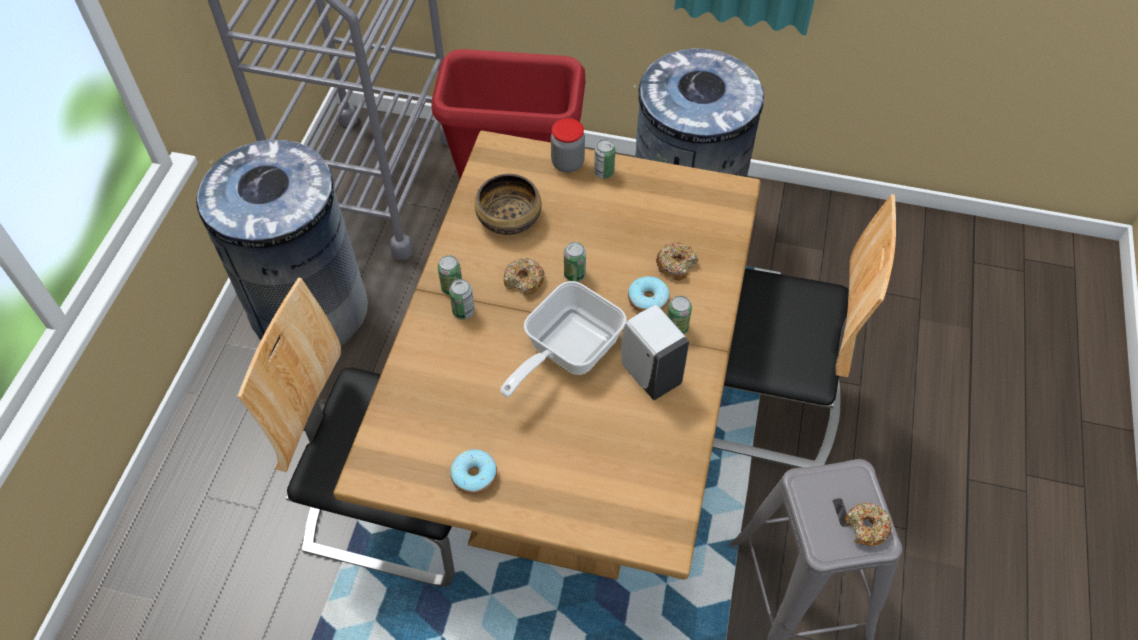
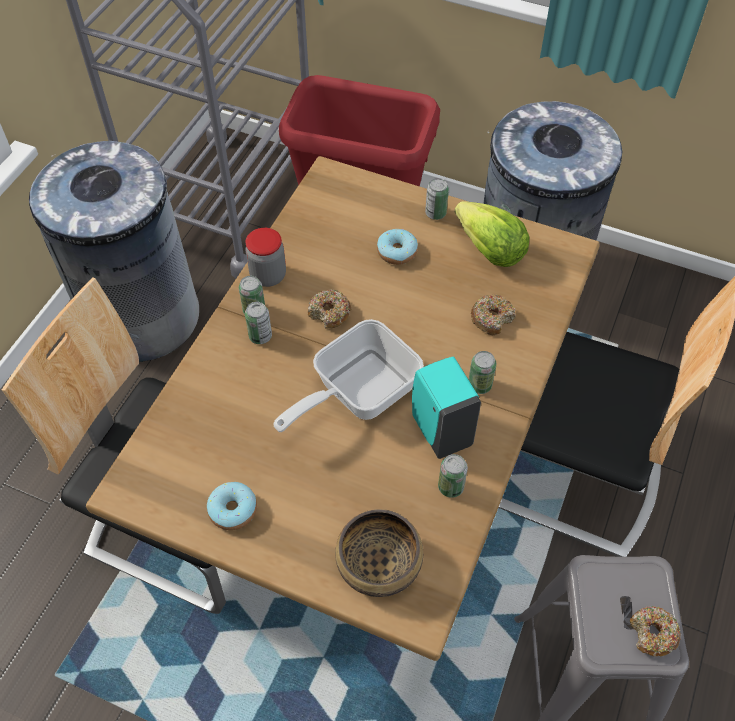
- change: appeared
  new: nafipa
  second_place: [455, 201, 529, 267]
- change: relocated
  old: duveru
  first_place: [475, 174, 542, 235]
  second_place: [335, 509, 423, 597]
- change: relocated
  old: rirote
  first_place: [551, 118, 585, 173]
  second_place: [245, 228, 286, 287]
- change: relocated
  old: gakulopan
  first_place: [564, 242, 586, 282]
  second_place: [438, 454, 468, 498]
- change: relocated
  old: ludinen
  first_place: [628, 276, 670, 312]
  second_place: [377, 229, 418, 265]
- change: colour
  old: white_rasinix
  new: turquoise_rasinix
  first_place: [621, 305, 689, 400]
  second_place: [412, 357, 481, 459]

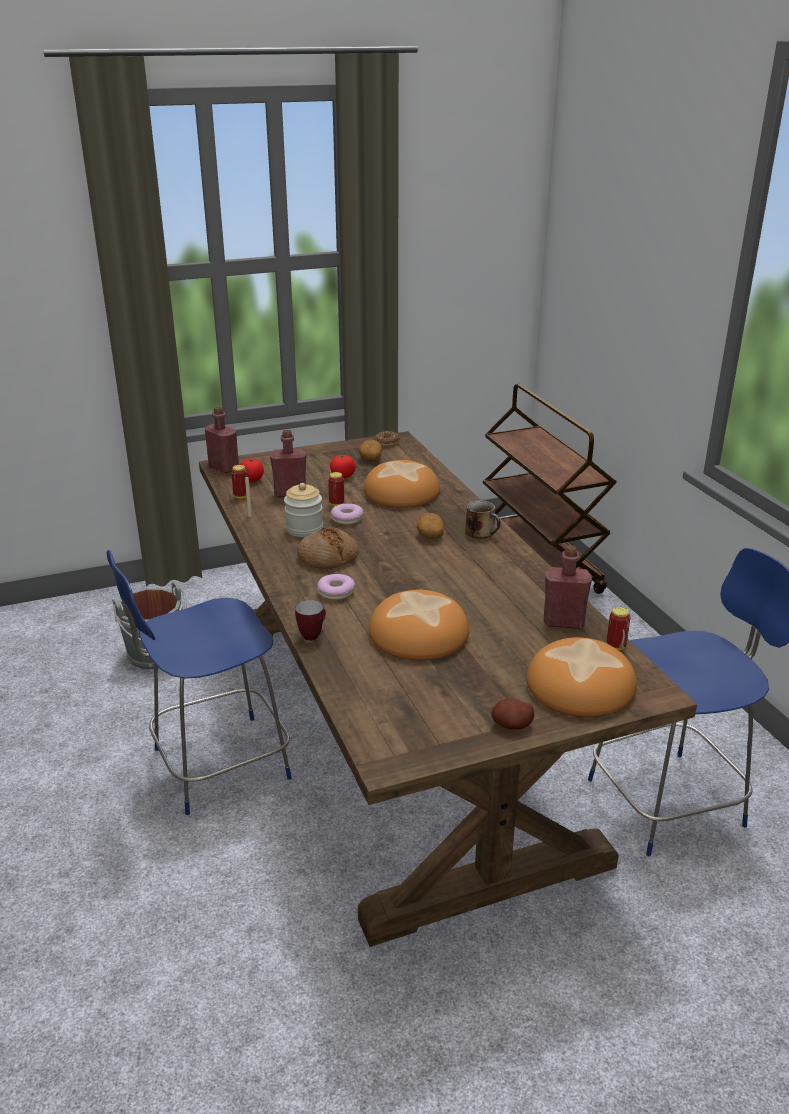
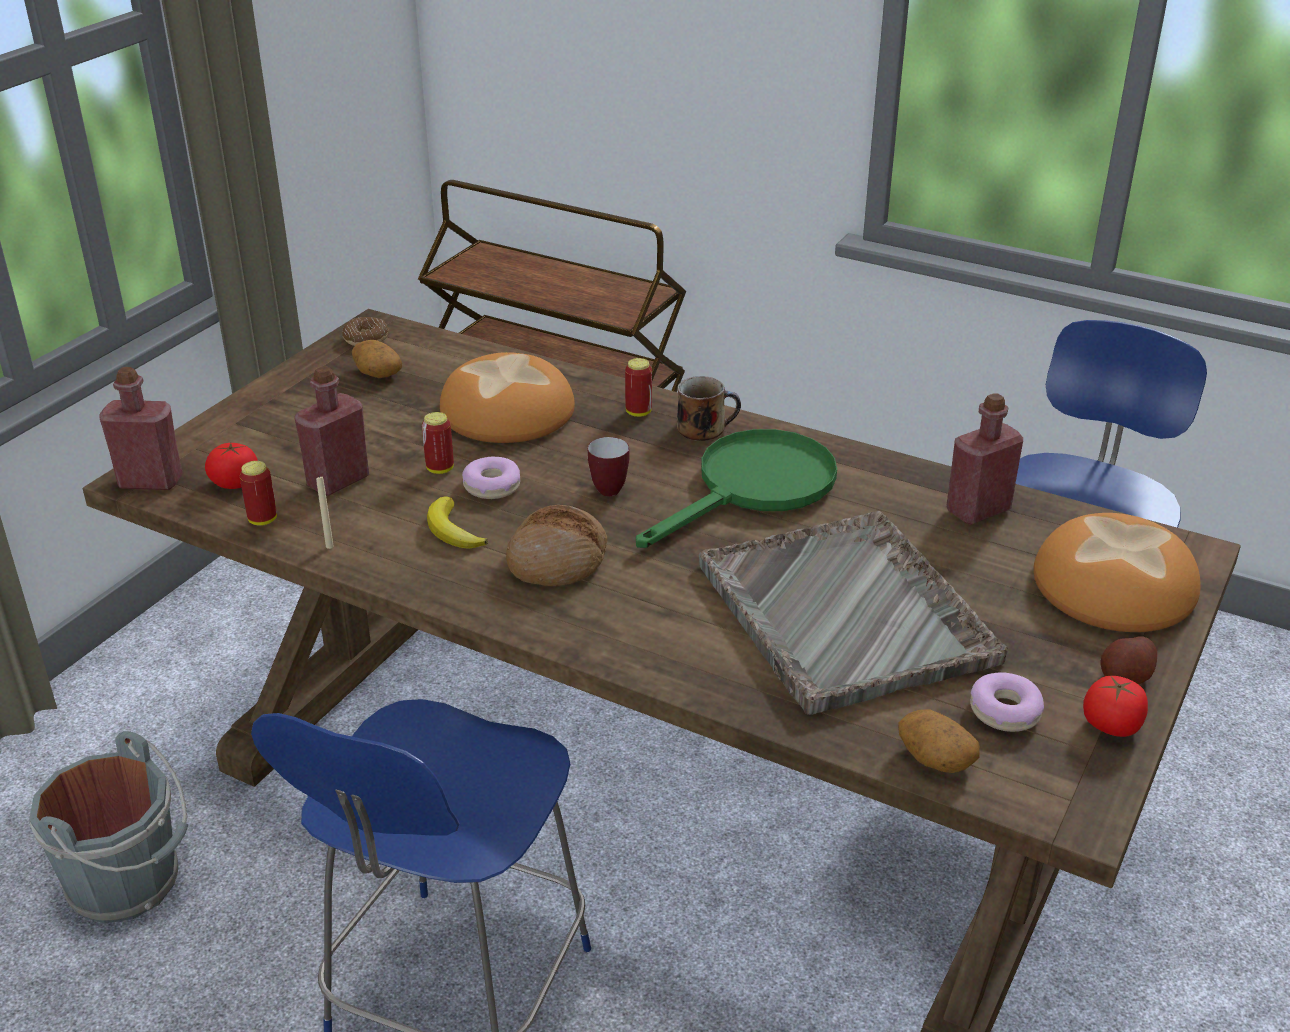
- change: appeared
  new: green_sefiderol
  second_place: [636, 429, 837, 548]
- change: relocated
  old: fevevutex
  first_place: [295, 600, 326, 641]
  second_place: [588, 437, 630, 496]
- change: relocated
  old: ludinen
  first_place: [317, 574, 355, 600]
  second_place: [970, 672, 1044, 732]
- change: relocated
  old: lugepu
  first_place: [330, 454, 356, 478]
  second_place: [1083, 676, 1148, 737]
- change: relocated
  old: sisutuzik
  first_place: [417, 513, 444, 539]
  second_place: [898, 709, 980, 773]
- change: relocated
  old: gakulopan
  first_place: [607, 607, 631, 650]
  second_place: [625, 358, 652, 417]
- change: exchanged
  old: rirote
  new: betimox
  first_place: [284, 483, 323, 537]
  second_place: [427, 496, 488, 549]
- change: exchanged
  old: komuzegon
  new: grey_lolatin
  first_place: [369, 589, 469, 660]
  second_place: [699, 511, 1008, 715]

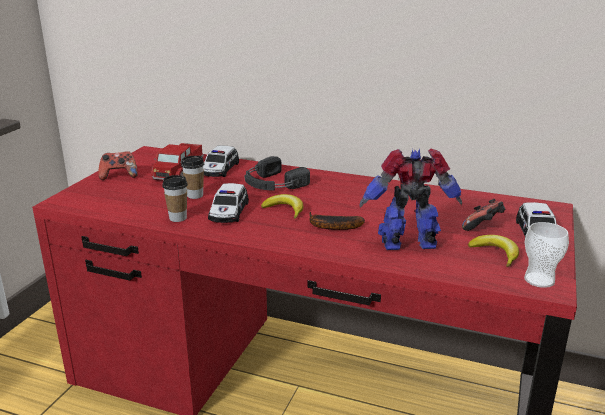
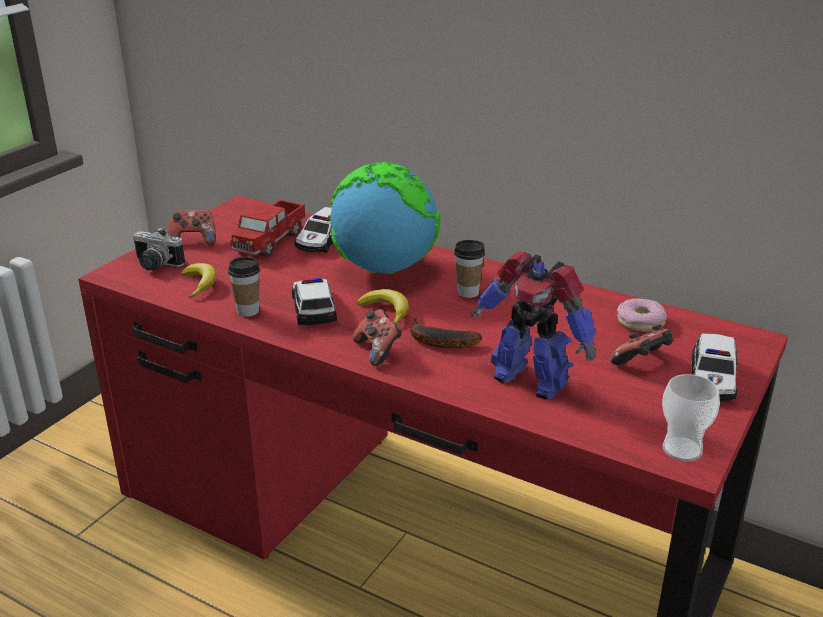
- change: appeared
  new: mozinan
  second_place: [133, 227, 185, 271]
- change: appeared
  new: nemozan
  second_place: [353, 309, 402, 366]
- change: appeared
  new: ludinen
  second_place: [617, 298, 667, 332]
- change: relocated
  old: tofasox
  first_place: [181, 156, 204, 199]
  second_place: [454, 240, 485, 298]
- change: relocated
  old: betimox
  first_place: [468, 235, 519, 267]
  second_place: [181, 263, 217, 298]
- change: exchanged
  old: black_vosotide
  new: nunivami
  first_place: [245, 156, 310, 191]
  second_place: [328, 162, 440, 274]
- change: spun
  old: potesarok
  first_place: [208, 183, 249, 223]
  second_place: [292, 278, 337, 325]
  degrees: 150
- change: spun
  old: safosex
  first_place: [359, 149, 462, 250]
  second_place: [470, 252, 596, 400]
  degrees: -150

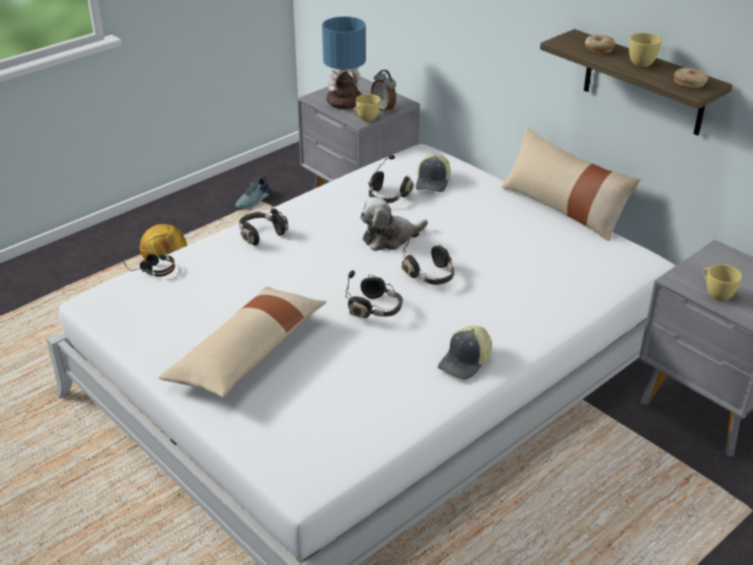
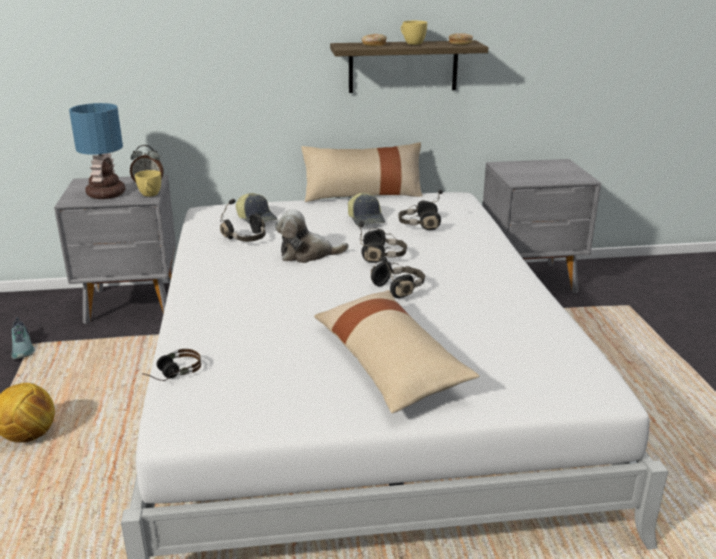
- change: missing
  old: yellow_tofasox
  first_place: [703, 264, 742, 301]
- change: relocated
  old: black_vosotide
  first_place: [239, 208, 288, 245]
  second_place: [398, 190, 443, 230]
- change: relocated
  old: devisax
  first_place: [438, 326, 492, 379]
  second_place: [348, 193, 385, 226]
- change: spun
  old: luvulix
  first_place: [360, 197, 428, 251]
  second_place: [275, 209, 349, 263]
  degrees: 75

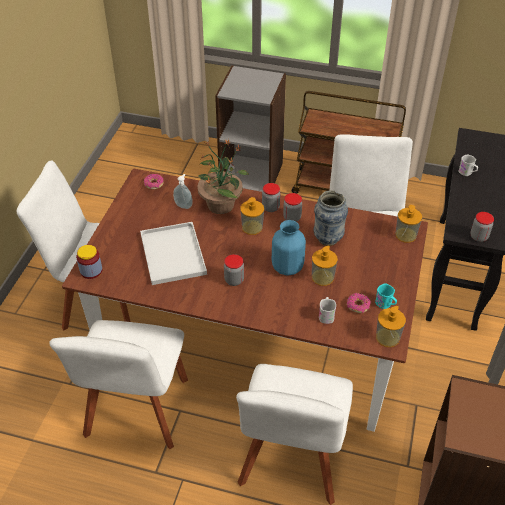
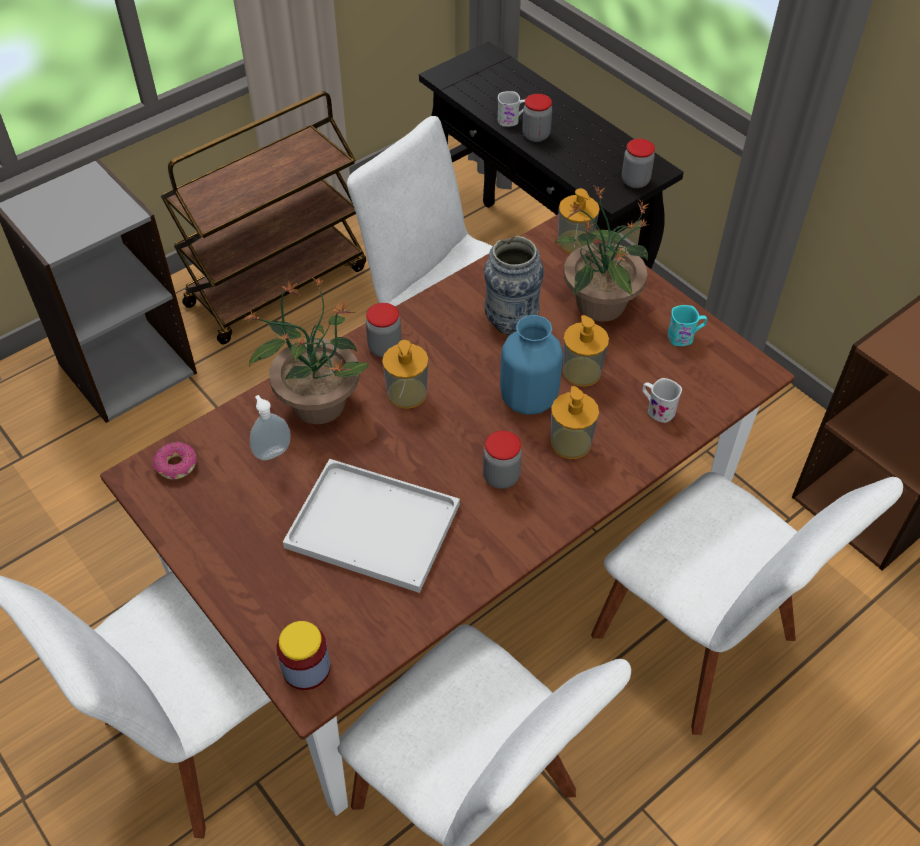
- change: missing
  old: ludinen
  first_place: [347, 293, 371, 313]
- change: appeared
  new: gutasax
  second_place: [554, 186, 650, 321]
- change: relocated
  old: rirote
  first_place: [283, 193, 302, 222]
  second_place: [522, 94, 552, 142]
- change: relocated
  old: rasinix
  first_place: [376, 306, 406, 347]
  second_place: [551, 386, 599, 459]

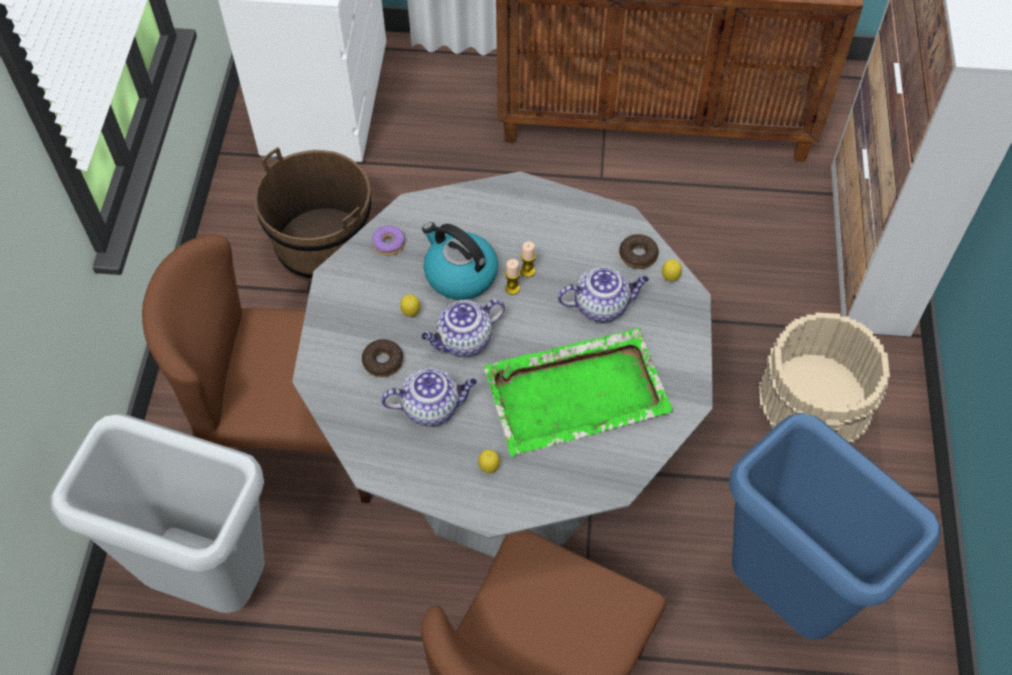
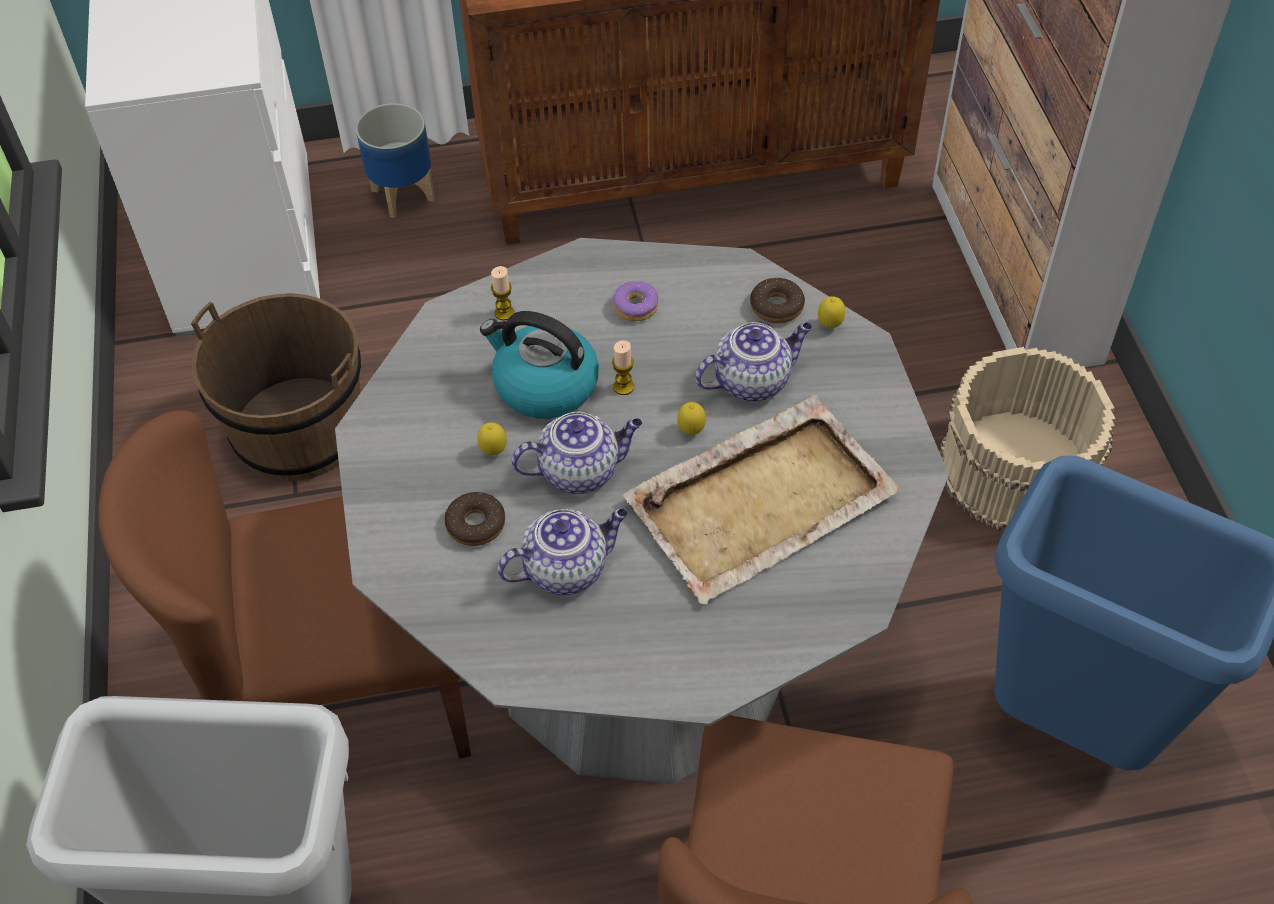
- change: appeared
  new: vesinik
  second_place: [356, 103, 435, 218]
- change: relocated
  old: ludinen
  first_place: [372, 226, 405, 256]
  second_place: [613, 281, 658, 321]
- change: relocated
  old: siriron
  first_place: [478, 450, 500, 473]
  second_place: [677, 402, 706, 435]
- change: relocated
  old: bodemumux
  first_place: [521, 241, 536, 278]
  second_place: [491, 266, 514, 321]
- change: colour
  old: green_lolatin
  new: beige_lolatin
  first_place: [484, 328, 673, 457]
  second_place: [623, 395, 901, 605]
- change: spun
  old: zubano
  first_place: [421, 299, 505, 357]
  second_place: [512, 412, 642, 494]
  degrees: -150

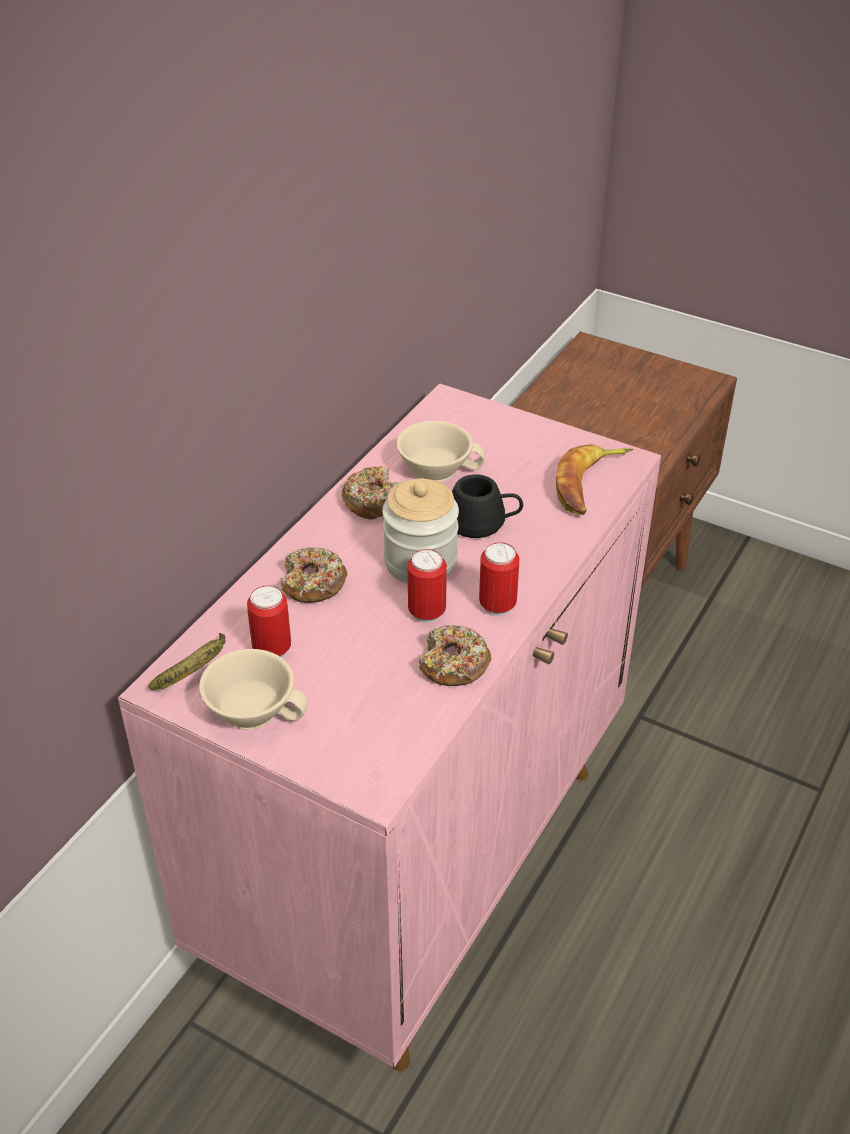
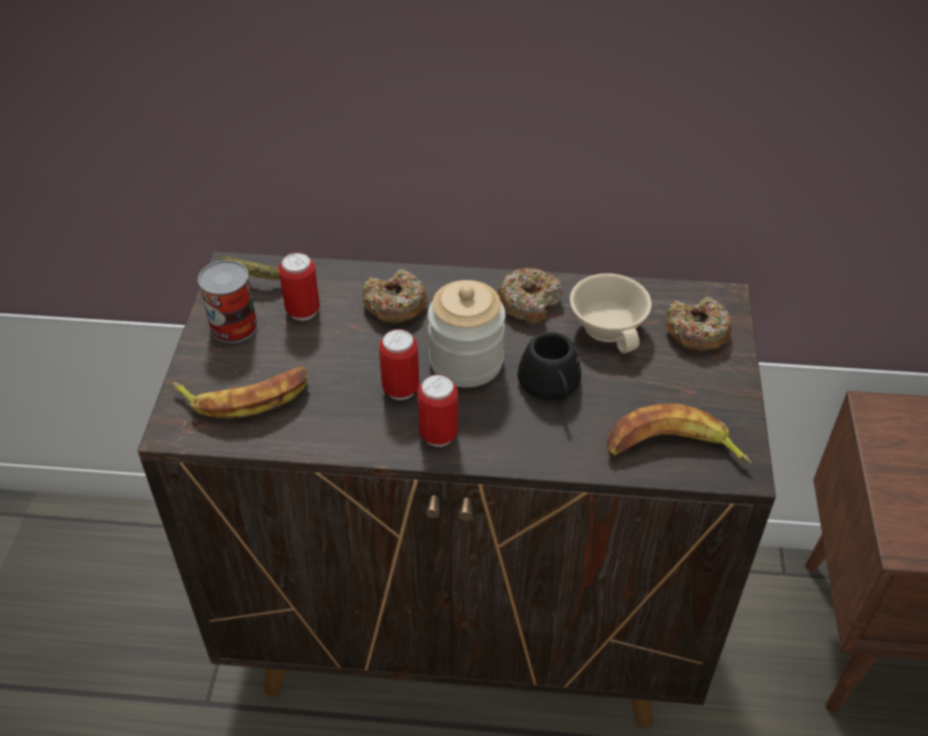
- change: appeared
  new: betimox
  second_place: [172, 366, 308, 419]
- change: relocated
  old: ludinen
  first_place: [419, 625, 492, 686]
  second_place: [665, 297, 732, 351]
- change: exchanged
  old: beige_tofasox
  new: gakulopan
  first_place: [199, 649, 308, 730]
  second_place: [198, 260, 258, 343]
- change: colour
  old: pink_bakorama
  new: brown_bakorama
  first_place: [118, 384, 661, 1071]
  second_place: [138, 252, 776, 728]

